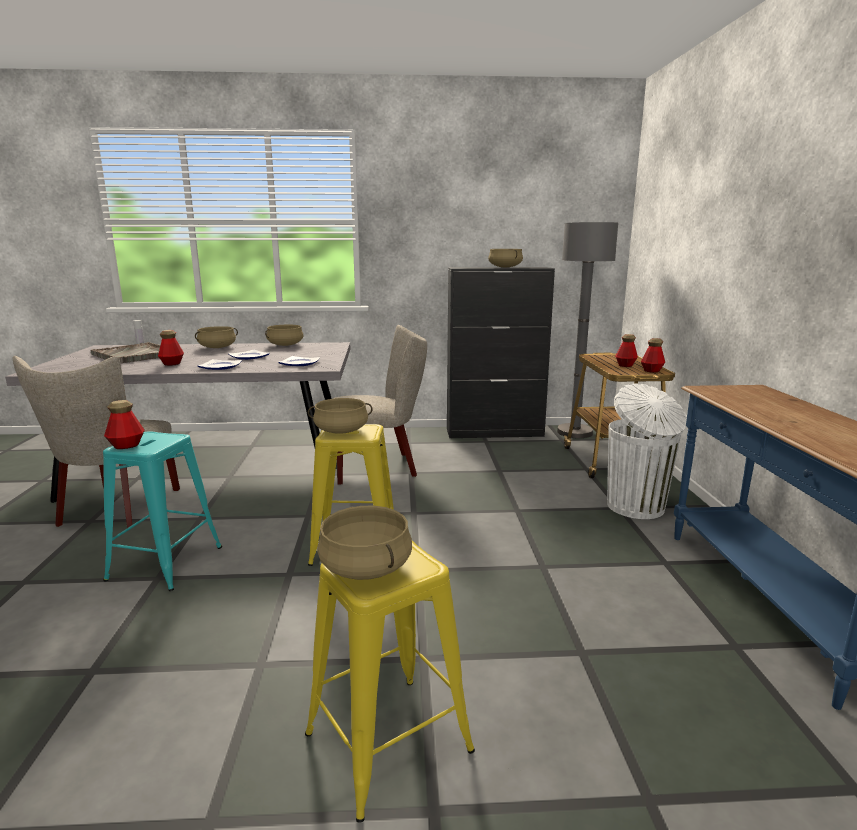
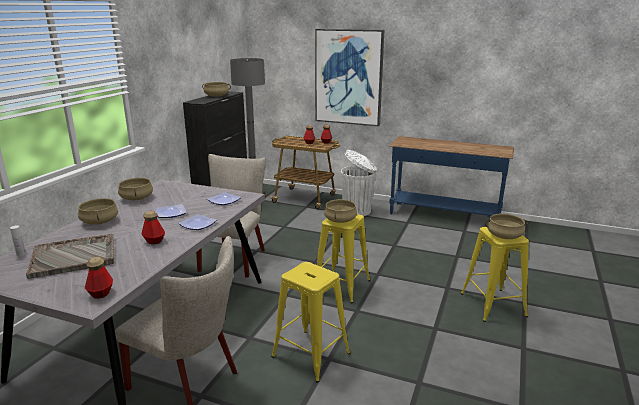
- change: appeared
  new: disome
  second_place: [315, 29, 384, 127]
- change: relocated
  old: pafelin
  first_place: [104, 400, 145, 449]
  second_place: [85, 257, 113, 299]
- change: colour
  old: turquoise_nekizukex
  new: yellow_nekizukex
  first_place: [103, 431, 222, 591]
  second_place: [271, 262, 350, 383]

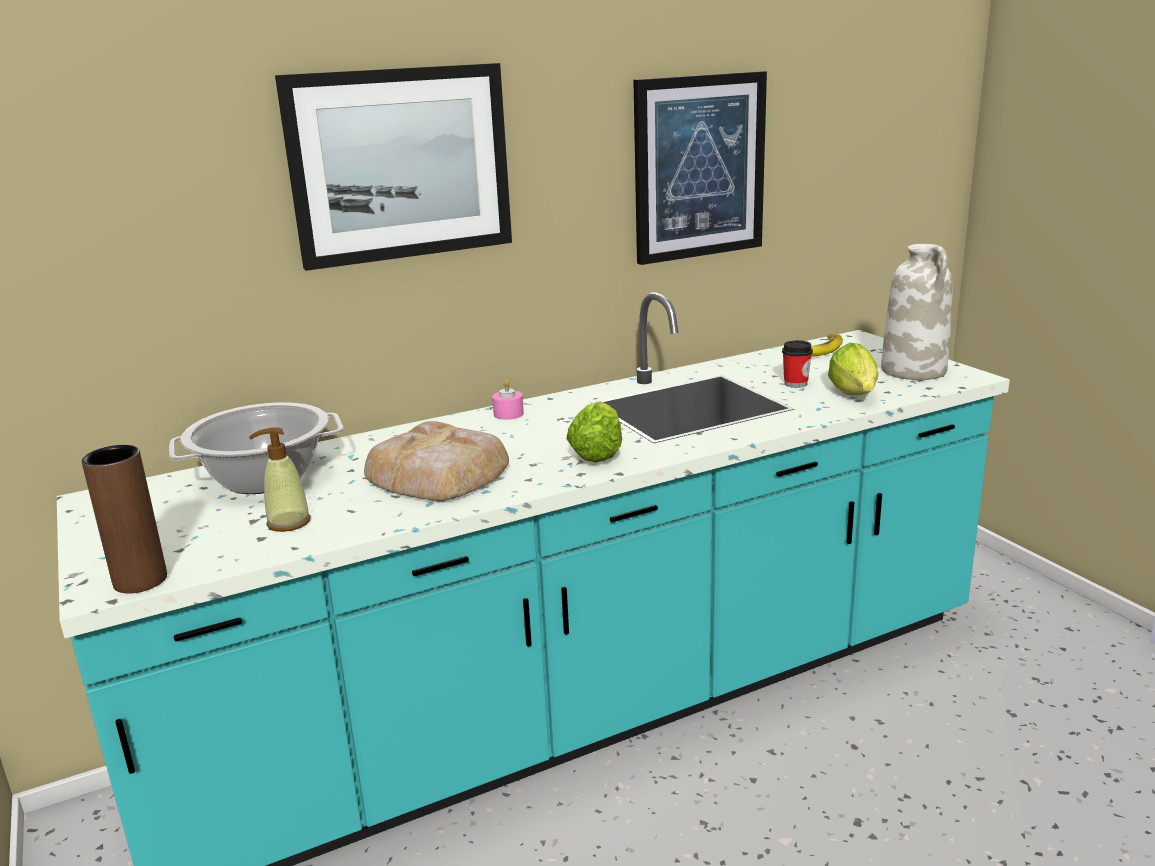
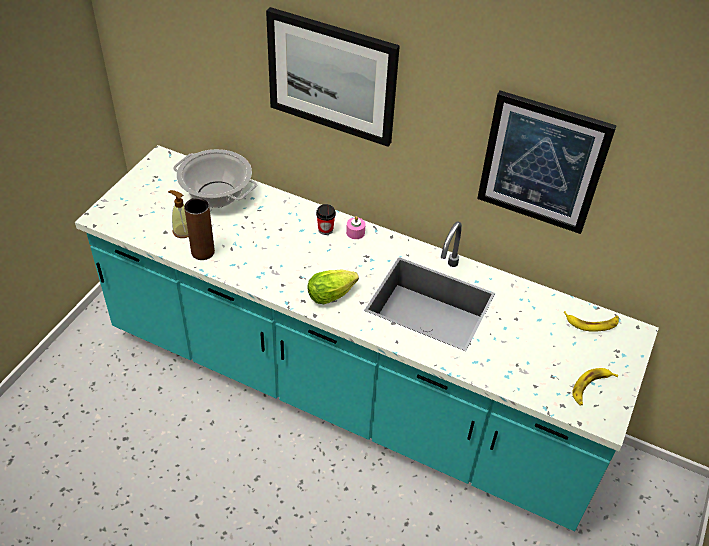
- change: missing
  old: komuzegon
  first_place: [364, 421, 509, 501]
- change: missing
  old: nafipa
  first_place: [828, 343, 879, 395]
- change: relocated
  old: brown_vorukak
  first_place: [82, 445, 167, 594]
  second_place: [184, 198, 215, 260]
- change: relocated
  old: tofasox
  first_place: [782, 340, 813, 388]
  second_place: [316, 204, 336, 235]
- change: exchanged
  old: white_vorukak
  new: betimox
  first_place: [881, 244, 953, 380]
  second_place: [572, 368, 618, 406]

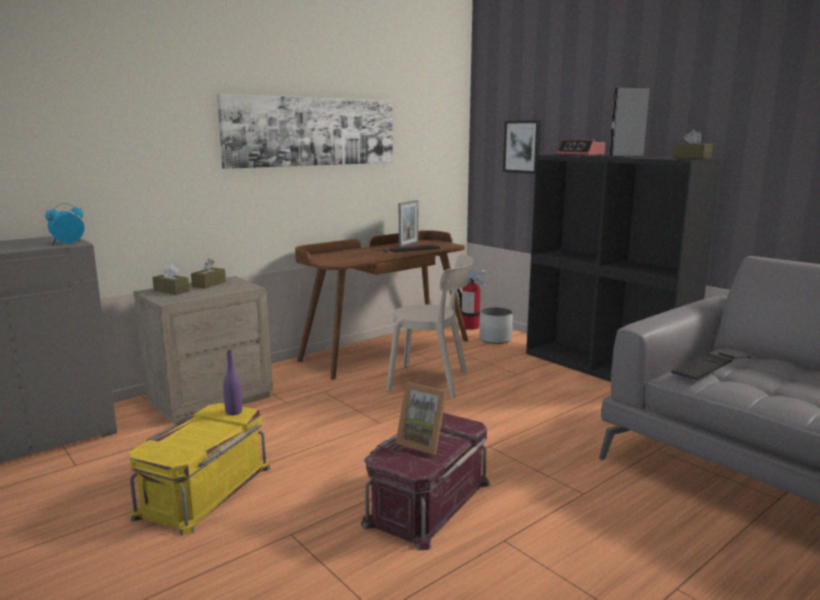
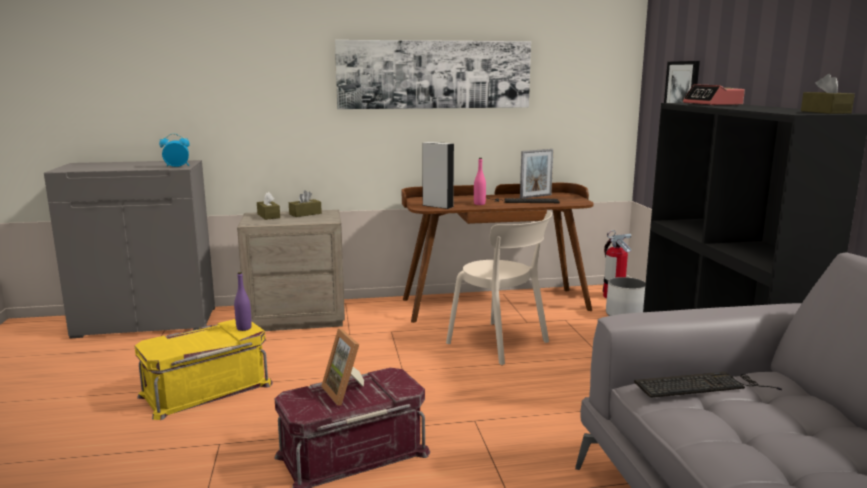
- change: appeared
  new: pink_pafelin
  second_place: [474, 158, 486, 205]
- change: relocated
  old: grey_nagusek
  first_place: [610, 88, 650, 157]
  second_place: [422, 142, 454, 209]

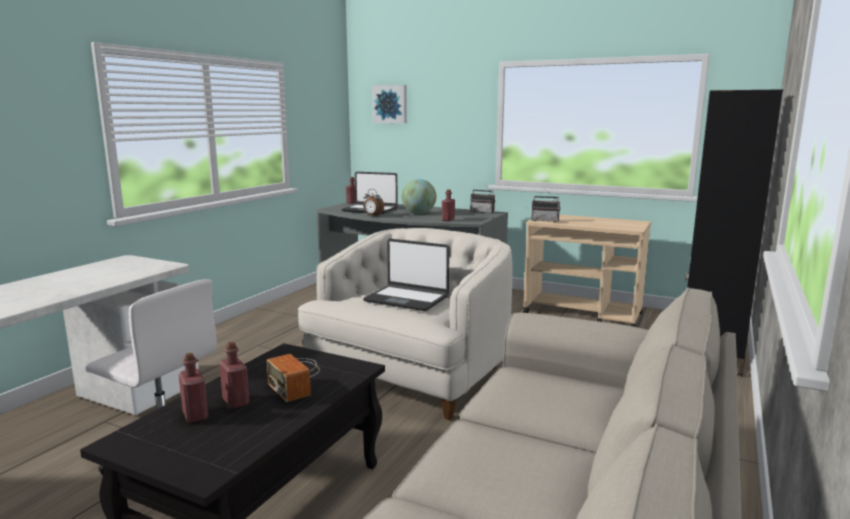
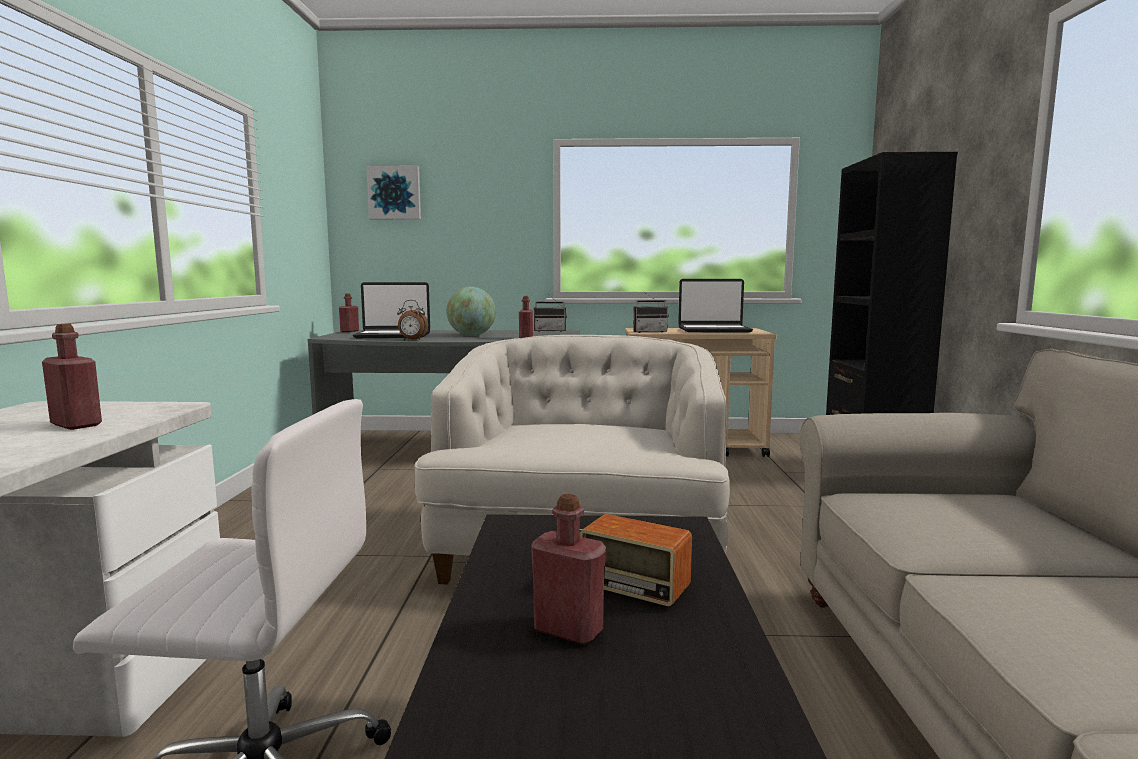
- change: relocated
  old: red_pafelin
  first_place: [178, 353, 208, 423]
  second_place: [42, 324, 102, 430]
- change: relocated
  old: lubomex
  first_place: [363, 239, 449, 311]
  second_place: [678, 279, 753, 332]

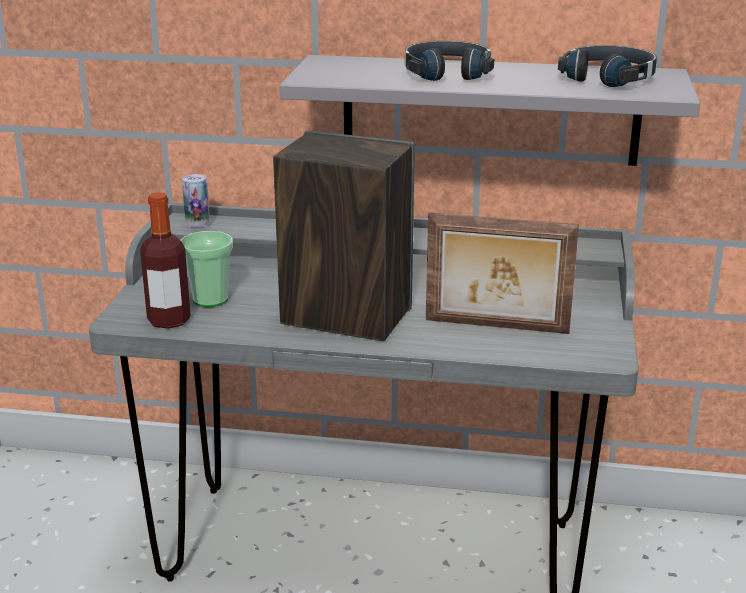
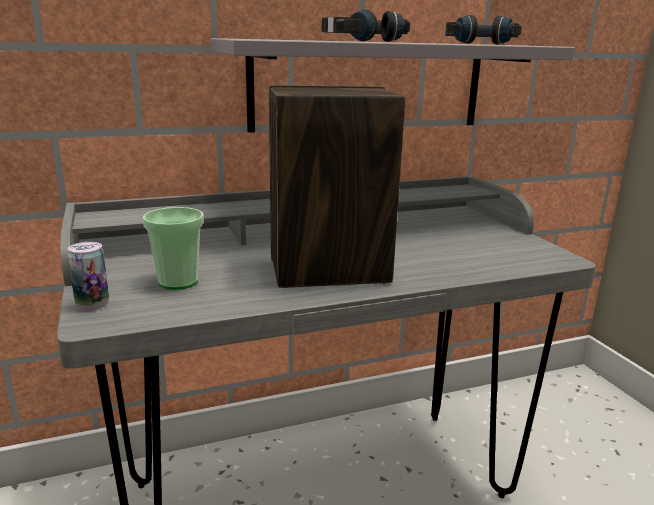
- change: missing
  old: pafelin
  first_place: [140, 192, 191, 329]
- change: missing
  old: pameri
  first_place: [426, 213, 579, 334]
- change: relocated
  old: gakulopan
  first_place: [182, 174, 210, 227]
  second_place: [68, 242, 109, 311]

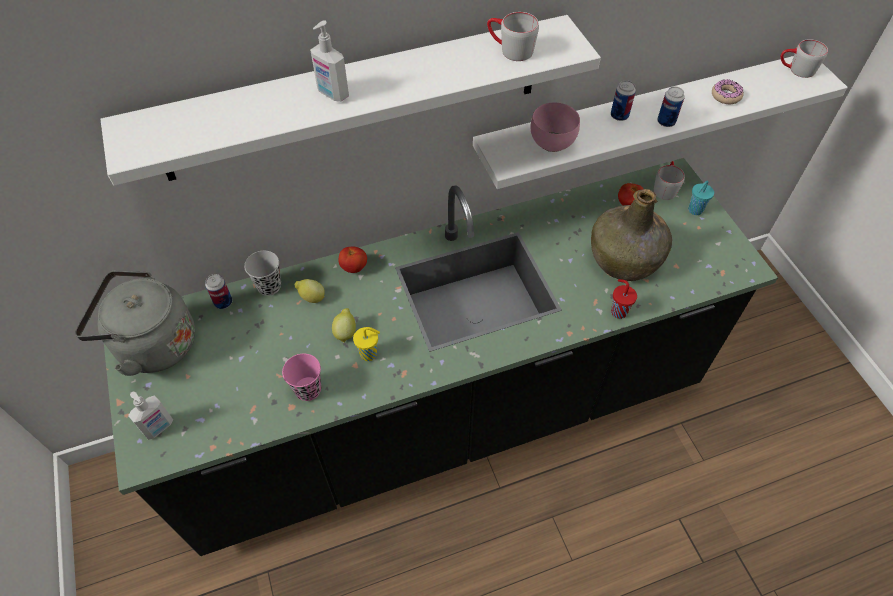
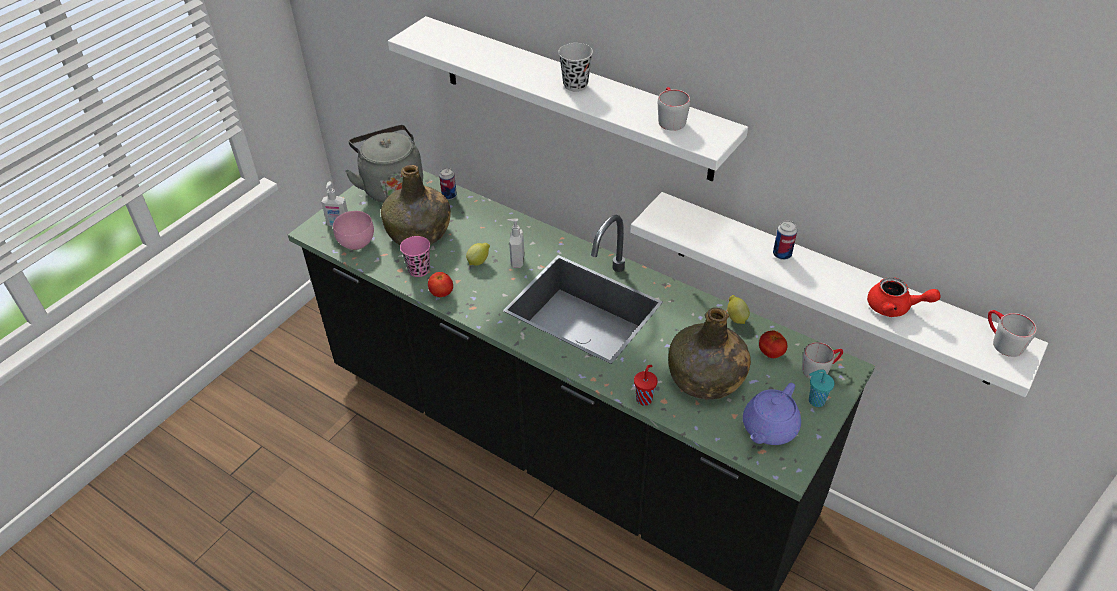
- change: missing
  old: yellow_tofasox
  first_place: [353, 327, 380, 361]
- change: missing
  old: gakulopan
  first_place: [657, 87, 685, 127]
- change: appeared
  new: green_pafelin
  second_place: [381, 165, 451, 245]
- change: appeared
  new: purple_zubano
  second_place: [743, 383, 801, 445]
- change: relocated
  old: black_tofasox
  first_place: [244, 251, 281, 296]
  second_place: [558, 43, 593, 91]
- change: relocated
  old: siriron
  first_place: [295, 279, 325, 303]
  second_place: [727, 295, 750, 324]
- change: relocated
  old: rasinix
  first_place: [310, 20, 349, 102]
  second_place: [507, 219, 525, 268]
- change: relocated
  old: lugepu
  first_place: [339, 247, 367, 273]
  second_place: [428, 272, 453, 297]
- change: relocated
  old: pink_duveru
  first_place: [531, 103, 580, 152]
  second_place: [333, 211, 374, 250]
- change: exchanged
  old: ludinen
  new: red_zubano
  first_place: [712, 79, 744, 104]
  second_place: [867, 277, 941, 317]

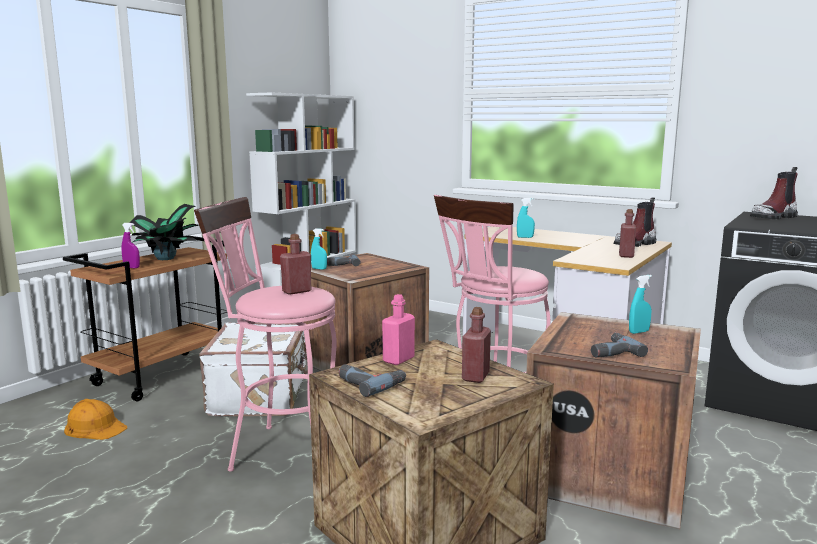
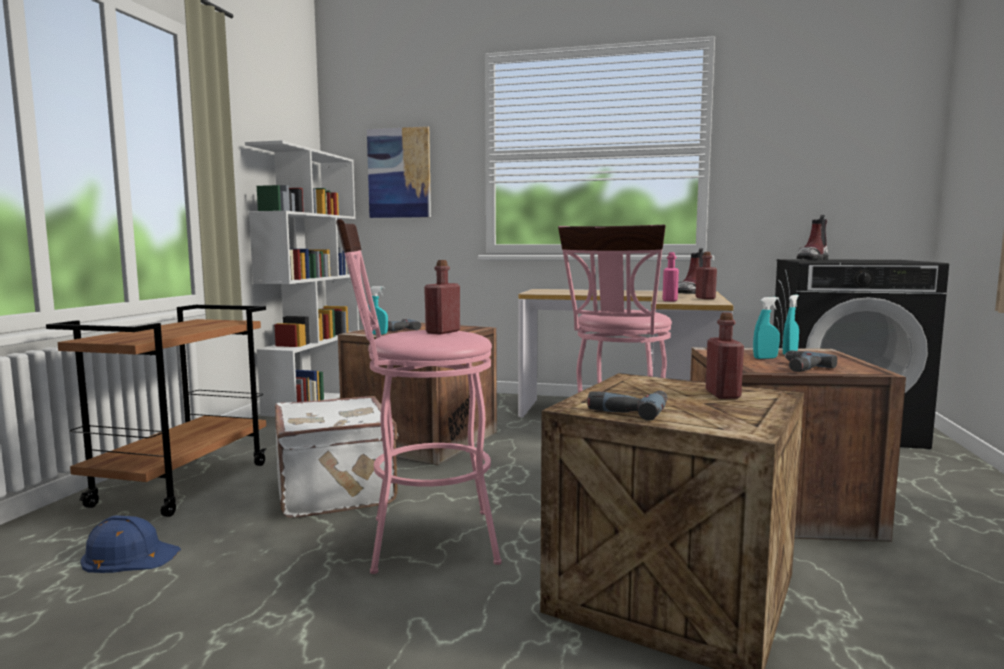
- change: missing
  old: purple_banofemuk
  first_place: [122, 223, 140, 268]
- change: missing
  old: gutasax
  first_place: [130, 204, 199, 260]
- change: appeared
  new: disome
  second_place: [367, 126, 431, 218]
- change: relocated
  old: pink_pafelin
  first_place: [382, 294, 415, 365]
  second_place: [663, 252, 679, 301]
- change: relocated
  old: turquoise_banofemuk
  first_place: [517, 198, 535, 238]
  second_place: [753, 297, 780, 359]
- change: colour
  old: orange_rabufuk
  new: blue_rabufuk
  first_place: [64, 399, 127, 440]
  second_place: [80, 515, 181, 573]

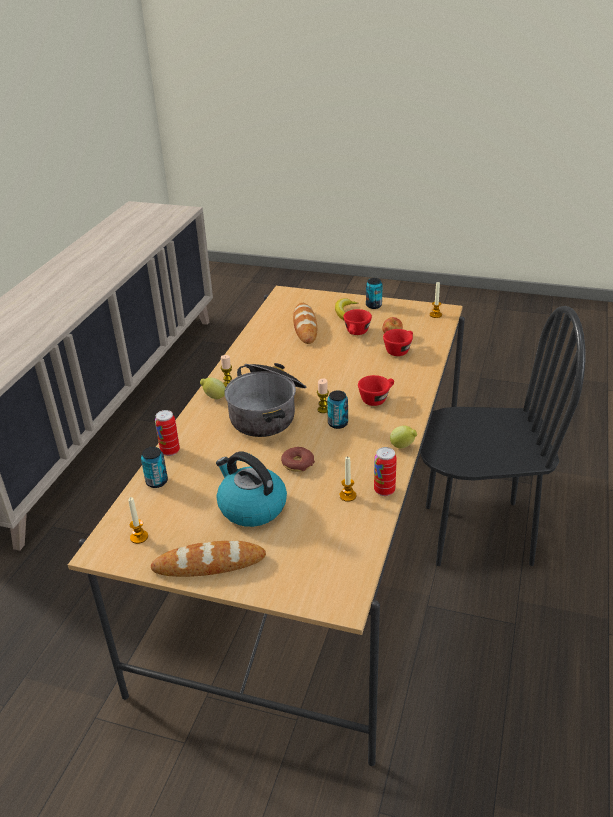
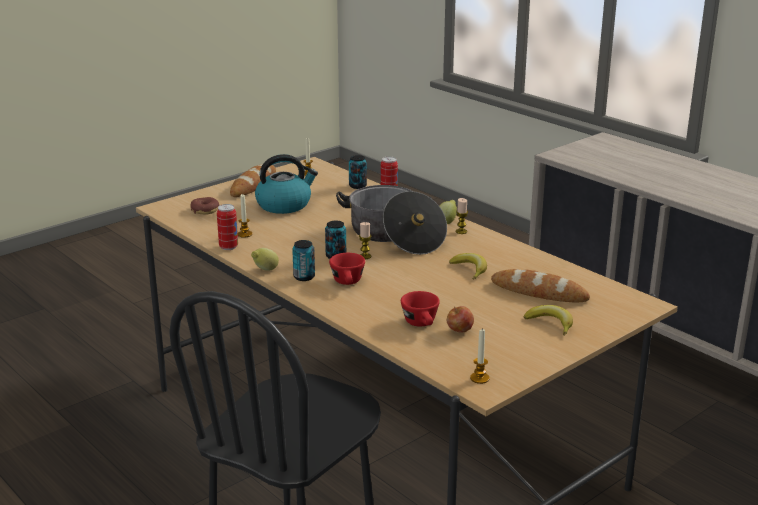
- change: missing
  old: red_tofasox
  first_place: [344, 309, 372, 335]
- change: appeared
  new: betimox
  second_place: [449, 253, 487, 280]
- change: relocated
  old: ludinen
  first_place: [281, 447, 315, 472]
  second_place: [191, 197, 220, 215]
- change: relocated
  old: gakulopan
  first_place: [366, 278, 383, 309]
  second_place: [292, 240, 315, 281]

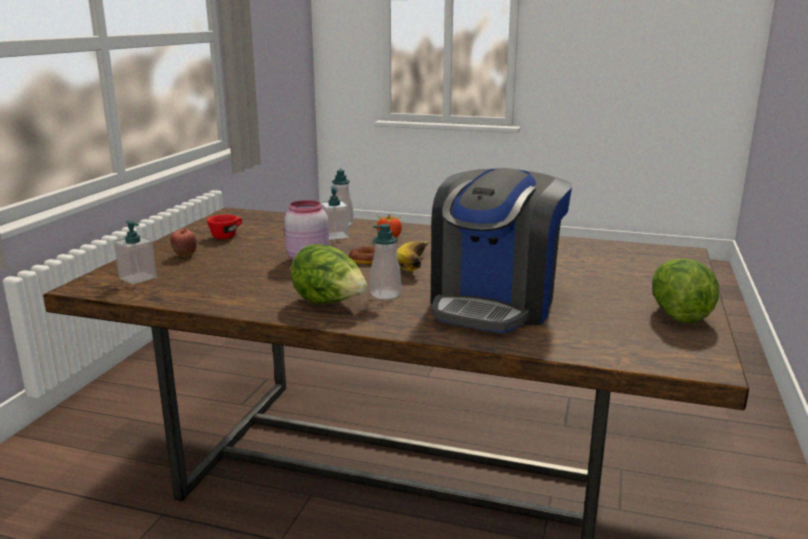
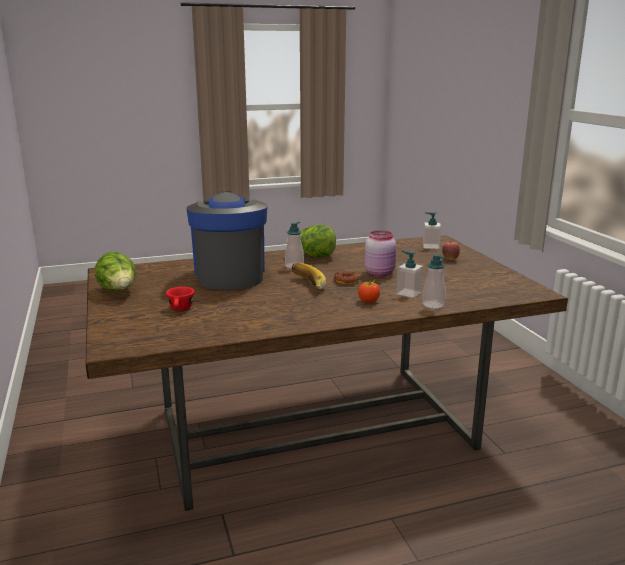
- change: relocated
  old: red_tofasox
  first_place: [207, 215, 242, 239]
  second_place: [166, 287, 194, 310]

